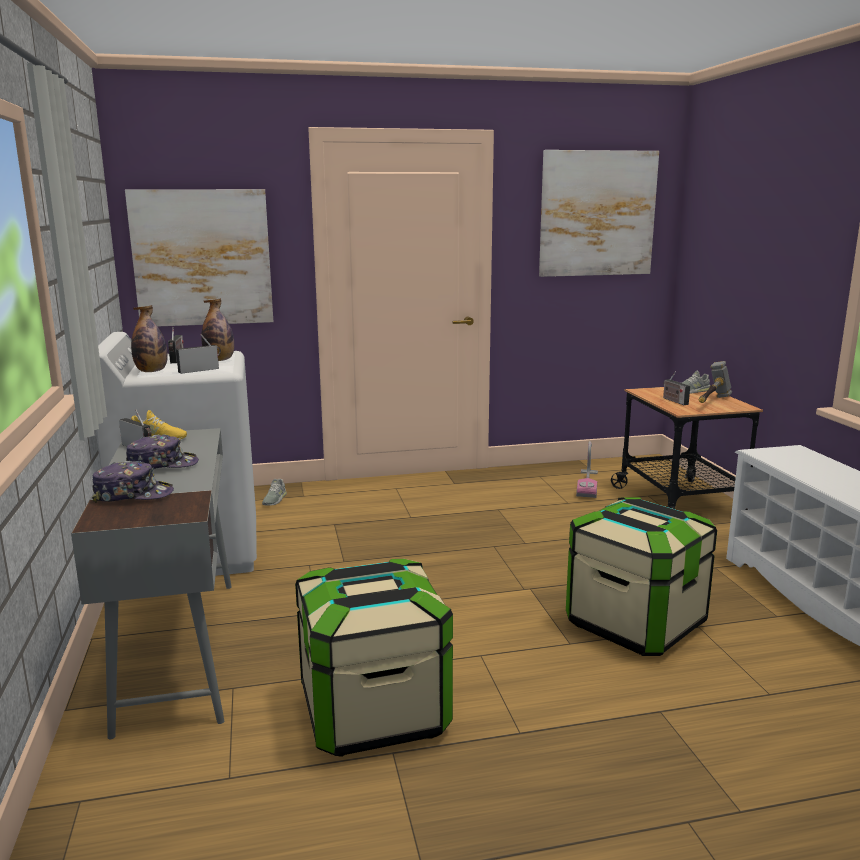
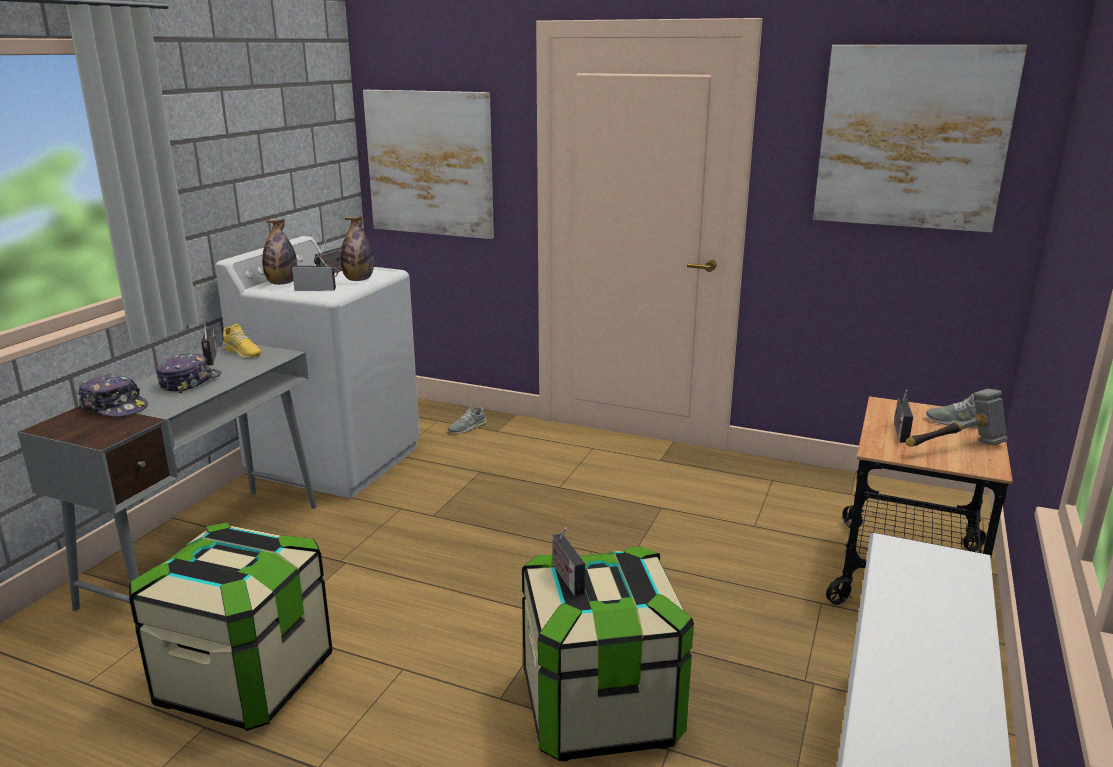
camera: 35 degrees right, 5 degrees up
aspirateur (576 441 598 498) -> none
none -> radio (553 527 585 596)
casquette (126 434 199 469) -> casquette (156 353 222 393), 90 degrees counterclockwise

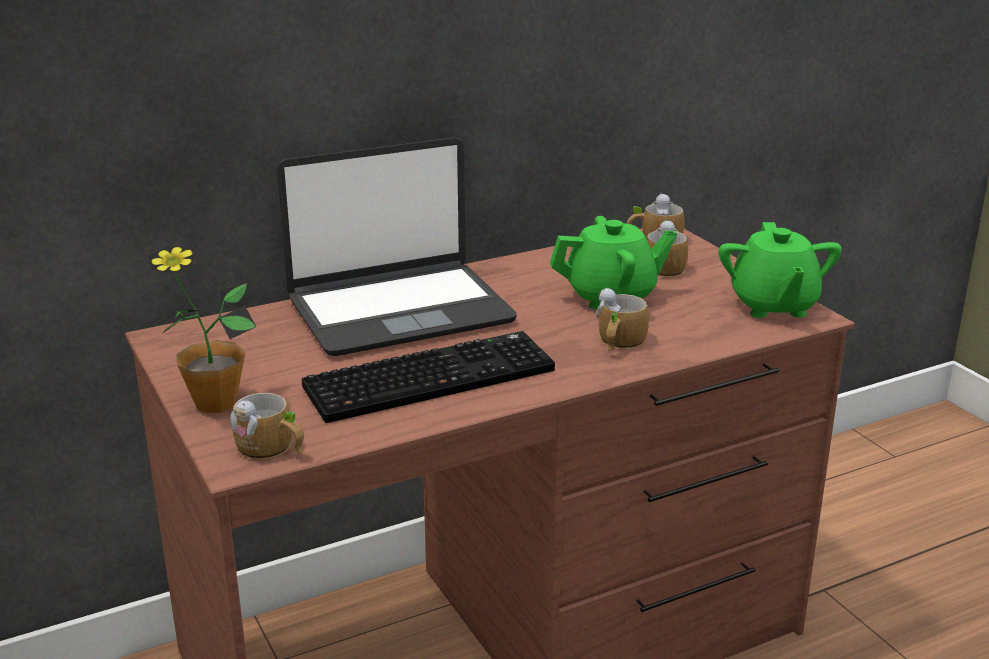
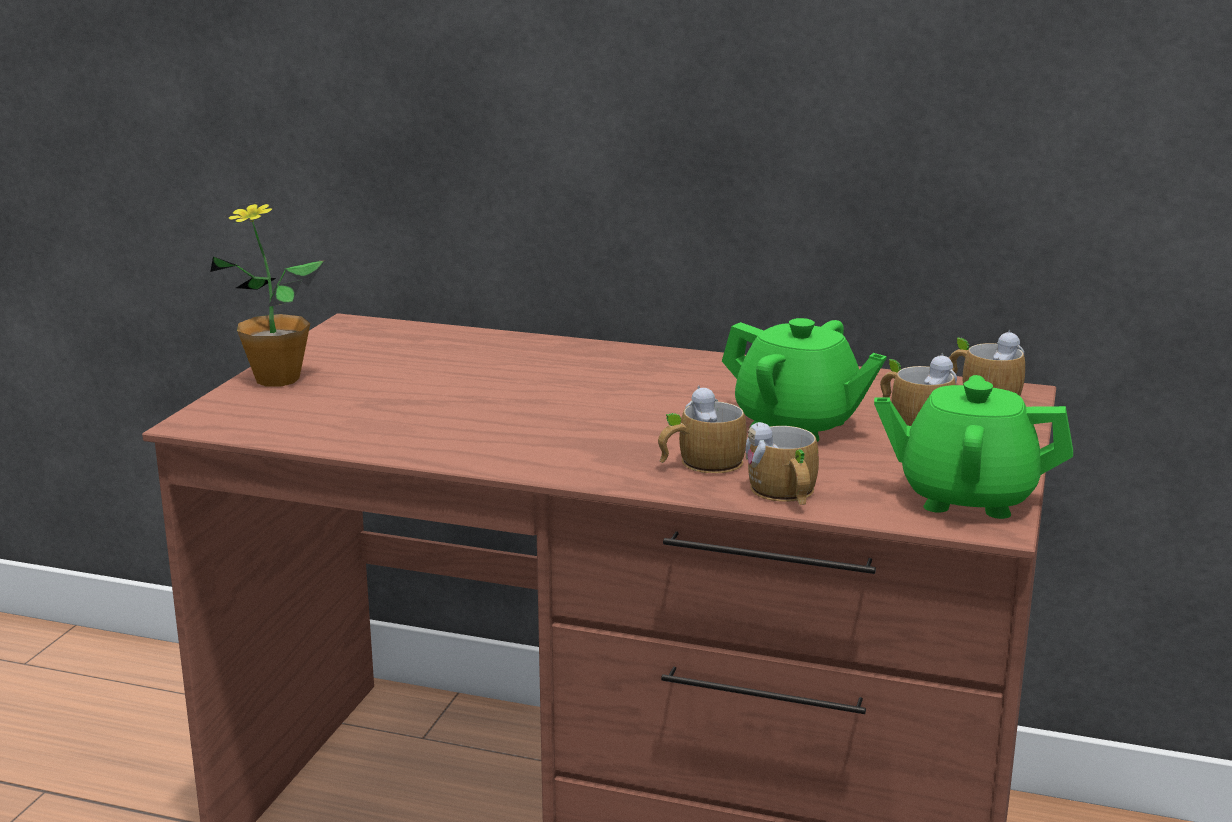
camera: 45 degrees right, 5 degrees down
ordinateur portable (277 137 517 356) -> none
clavier (302 331 555 423) -> none
mug (230 393 304 460) -> mug (745 422 819 505), shifted
théière (vert) (719 222 842 318) -> théière (vert) (874 375 1073 519), 60 degrees clockwise

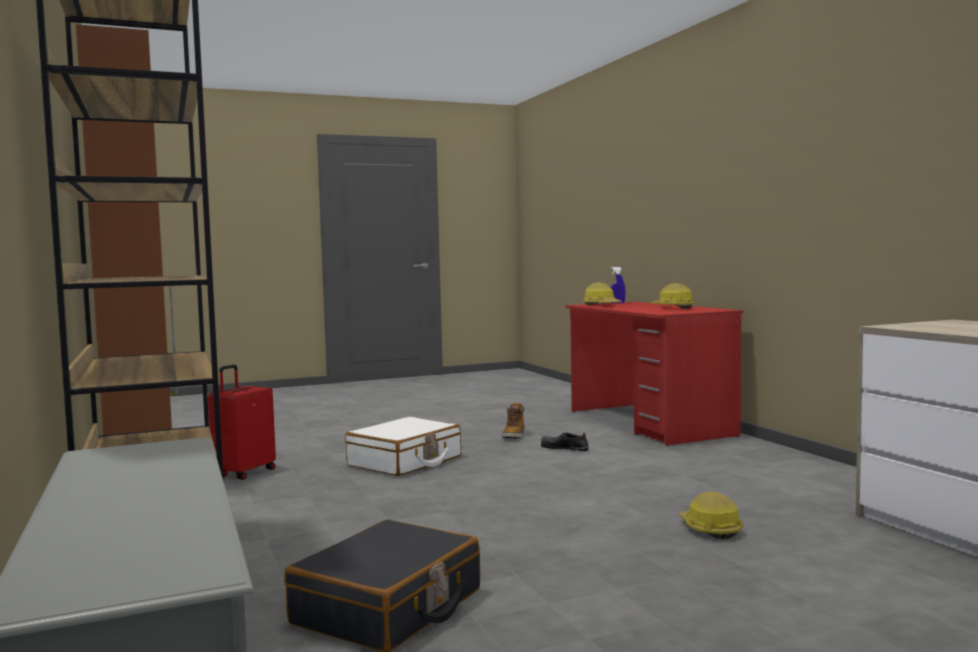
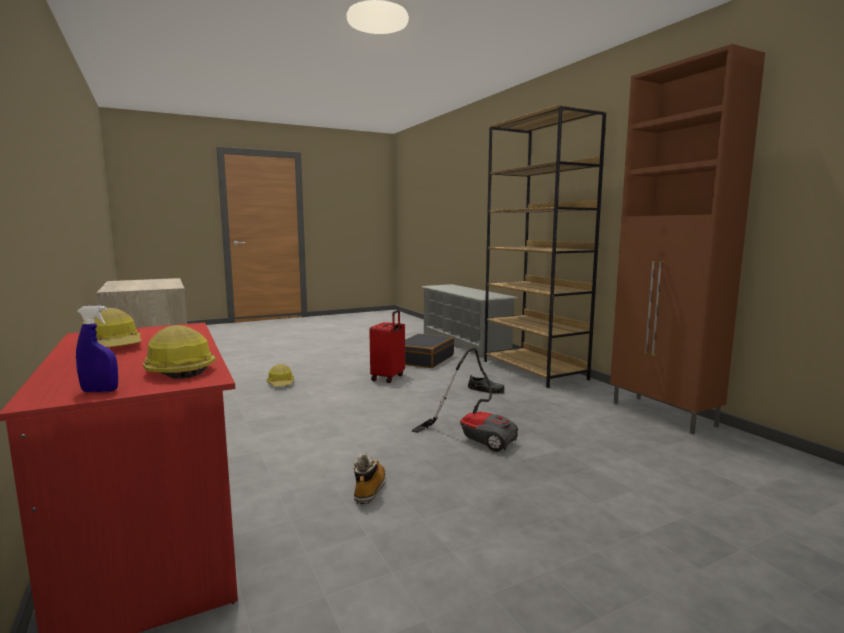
camera: 175 degrees right, 5 degrees up
valise (rouge) (208 364 276 480) -> valise (rouge) (369 310 405 383), shifted
chaussure (noir) (541 432 589 451) -> chaussure (noir) (468 375 504 394), shifted
valise (blanc) (345 417 461 476) -> aspirateur (412 348 518 452)

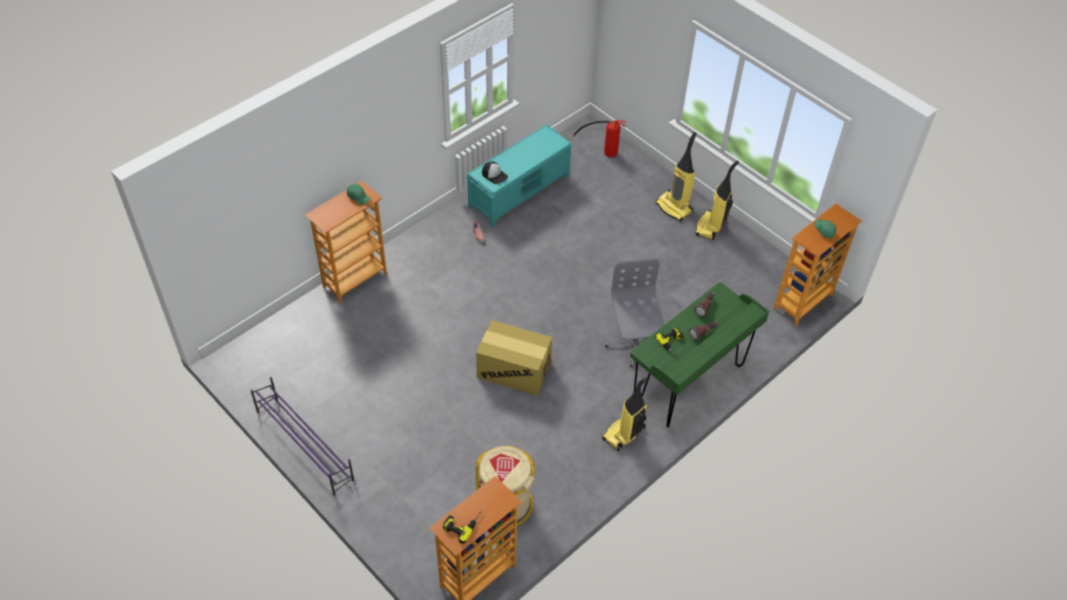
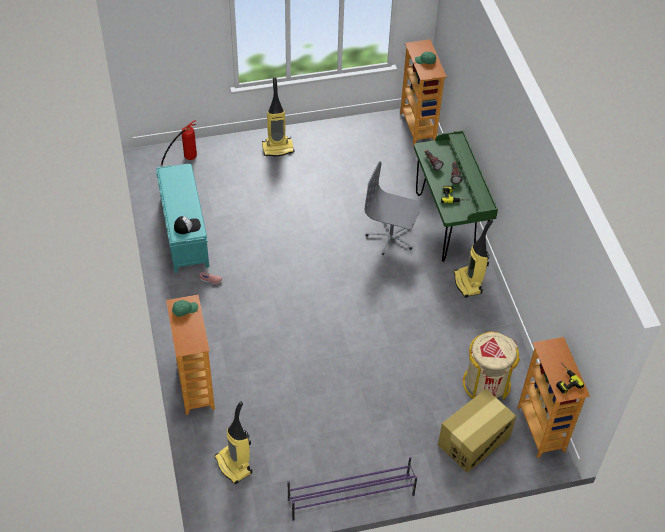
camera: 60 degrees left, 0 degrees up
carton (476 320 552 396) -> carton (438 389 516 473), shifted
aspirateur (695 161 739 240) -> aspirateur (215 401 252 484), shifted

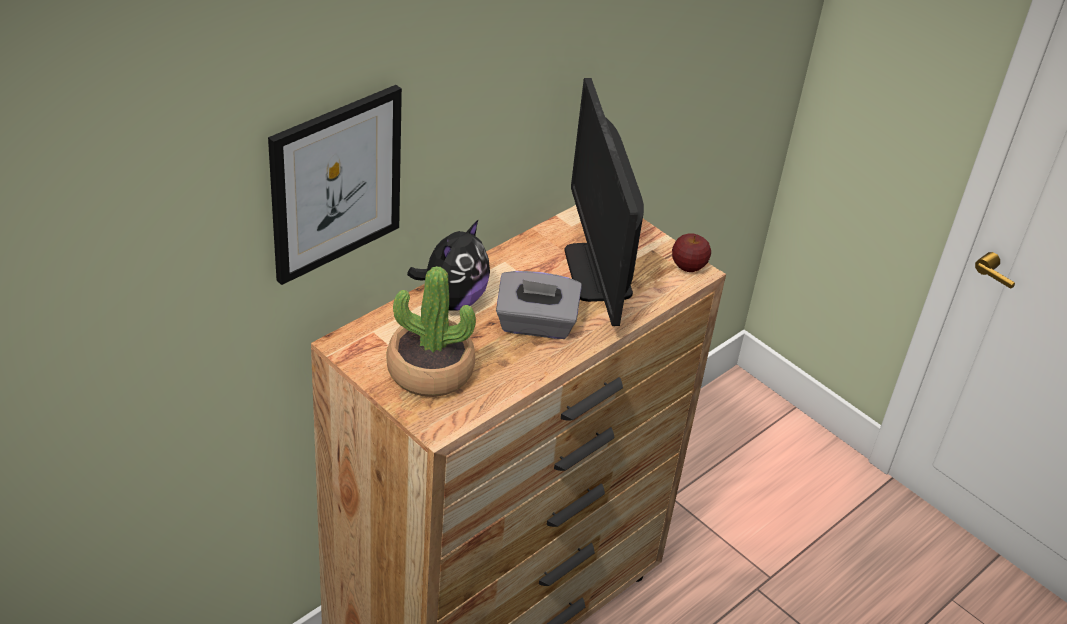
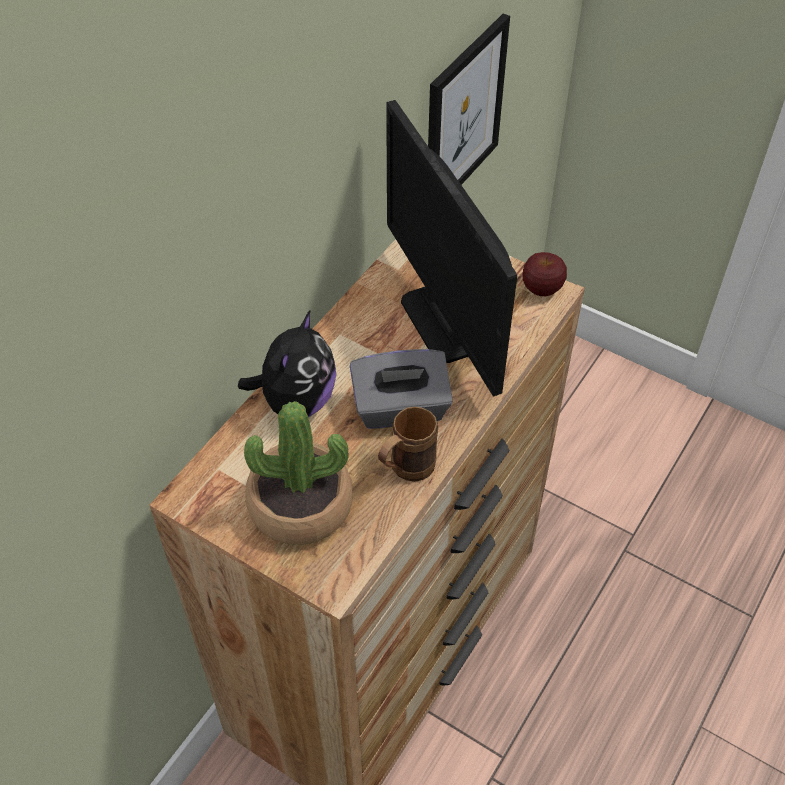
camera: 10 degrees left, 10 degrees up
none -> mug (marron) (378 407 438 482)
tableau (268 85 402 285) -> tableau (428 14 510 185), shifted

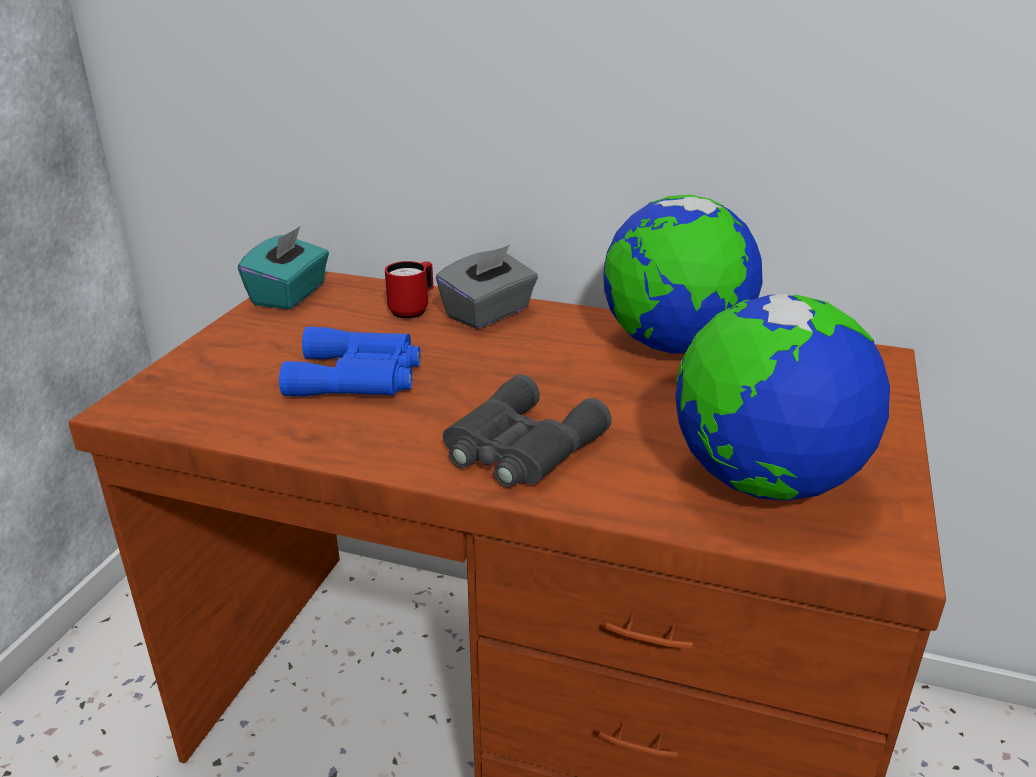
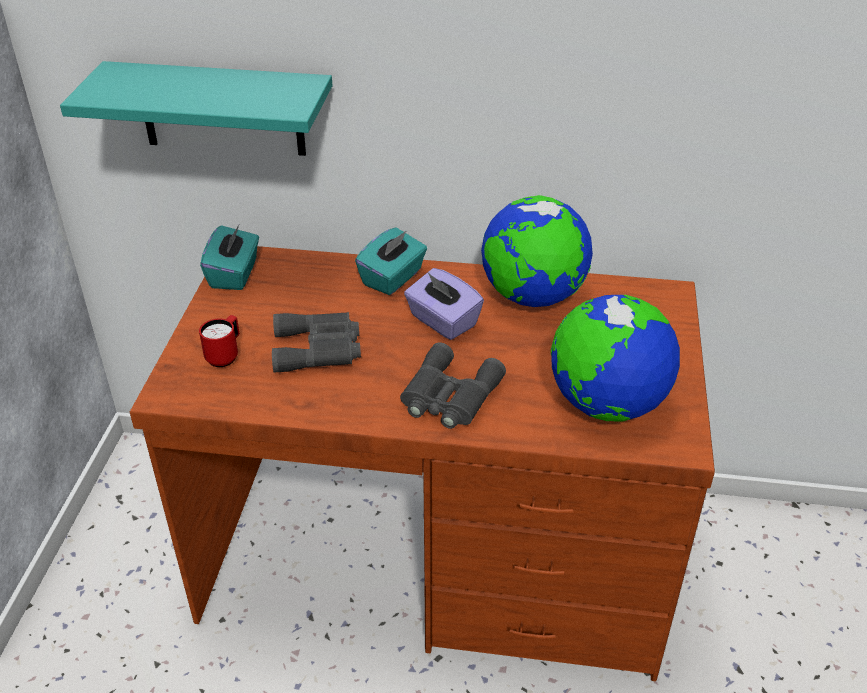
camera: 10 degrees left, 10 degrees up
none -> étagère (turquoise) (60 61 332 156)
none -> boîte à mouchoirs (violet) (404 268 484 340)
mug (rouge) (385 261 433 319) -> mug (rouge) (199 315 240 367), shifted
jumelles (bleu) (279 327 421 397) -> jumelles (gris) (272 312 361 373)
boîte à mouchoirs (gris) (436 245 538 329) -> boîte à mouchoirs (turquoise) (355 227 427 295)

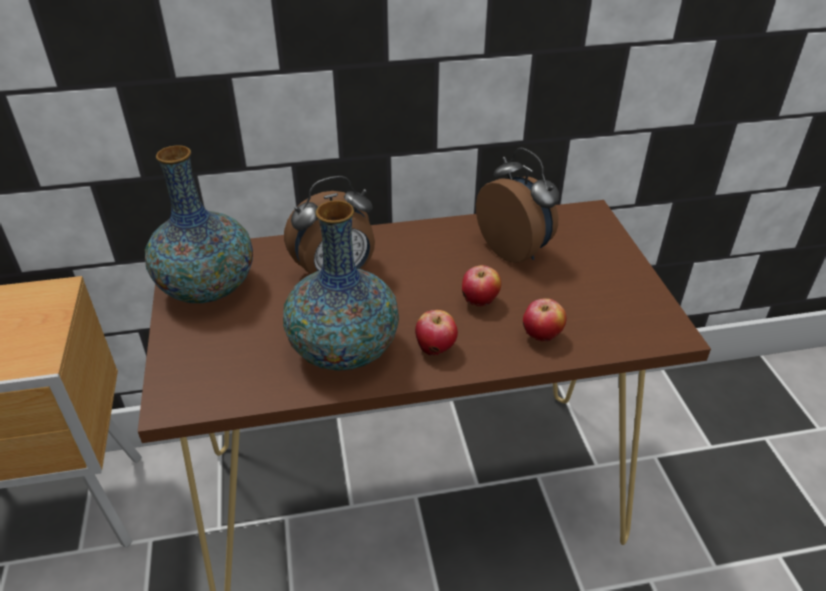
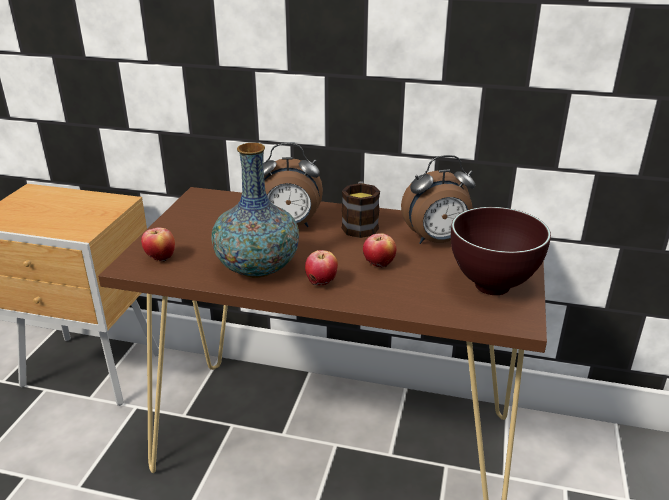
camera: 25 degrees right, 10 degrees down
vase (145 145 253 303) -> none
none -> mug (341 181 380 238)
none -> bol (marron) (451 207 551 295)
pomme (523 299 566 342) -> pomme (141 228 175 262), shifted
réveil (476 147 559 263) -> réveil (401 155 475 244), 90 degrees clockwise

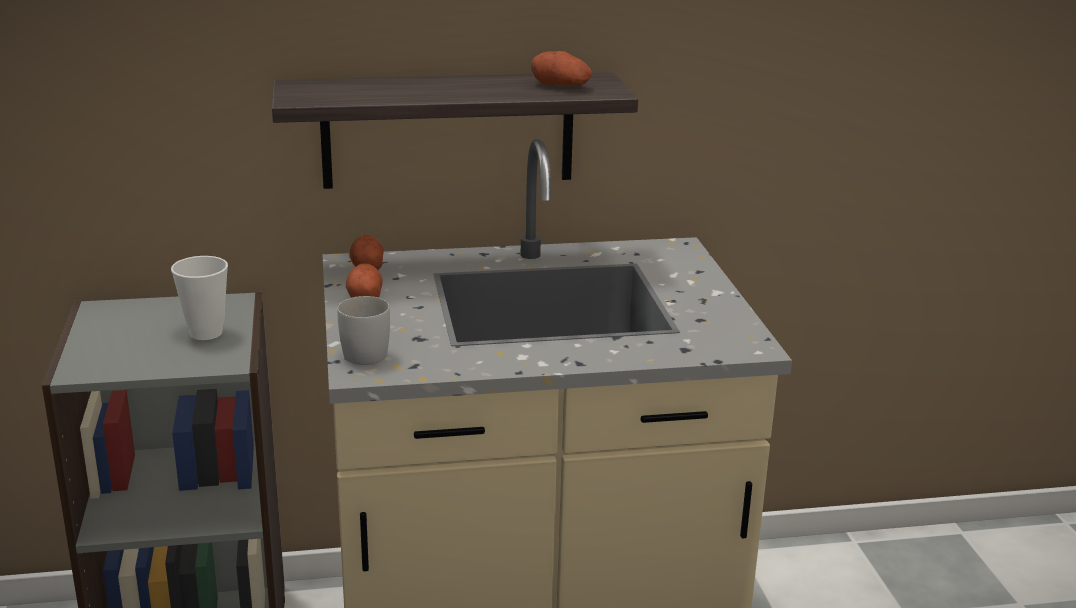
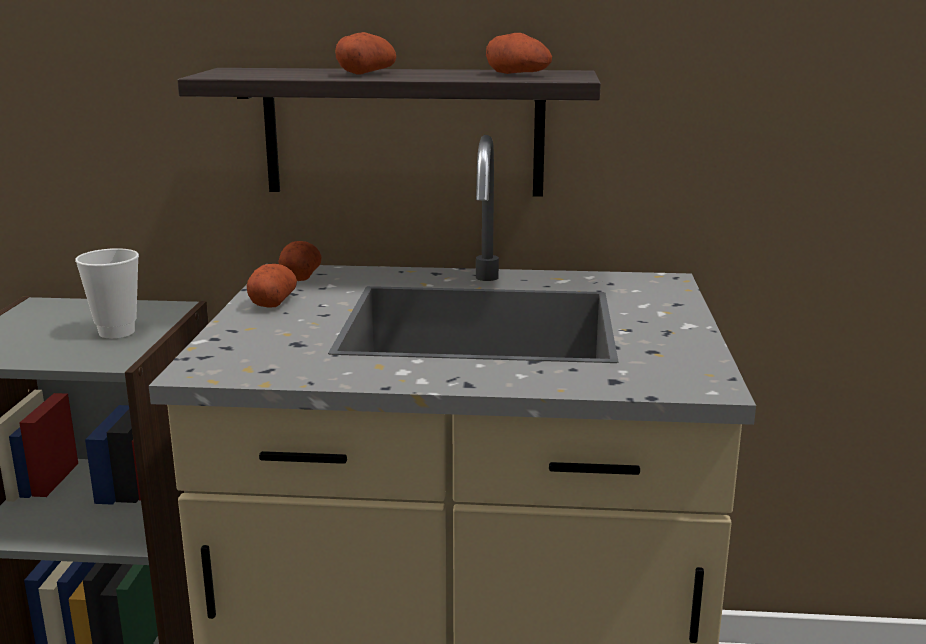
camera: 15 degrees right, 5 degrees down
mug (blanc) (337 296 390 365) -> none
none -> pomme de terre (335 32 397 75)

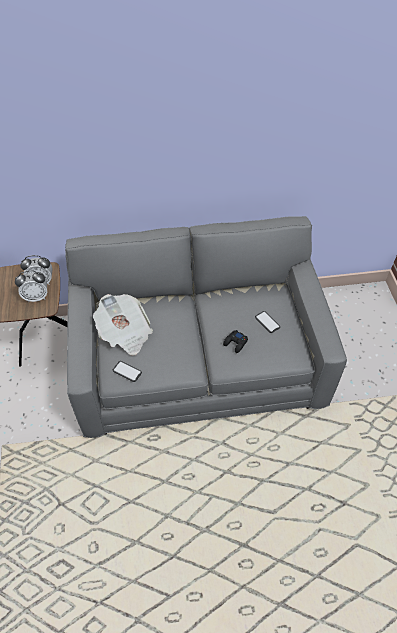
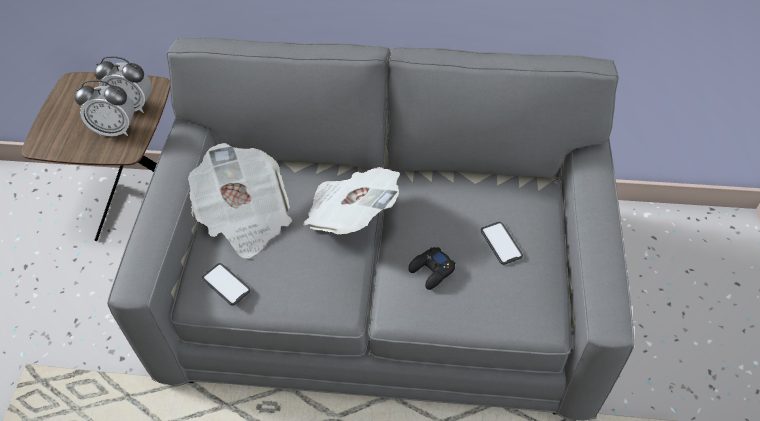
camera: 15 degrees right, 0 degrees up
none -> journal (303 167 400 235)

